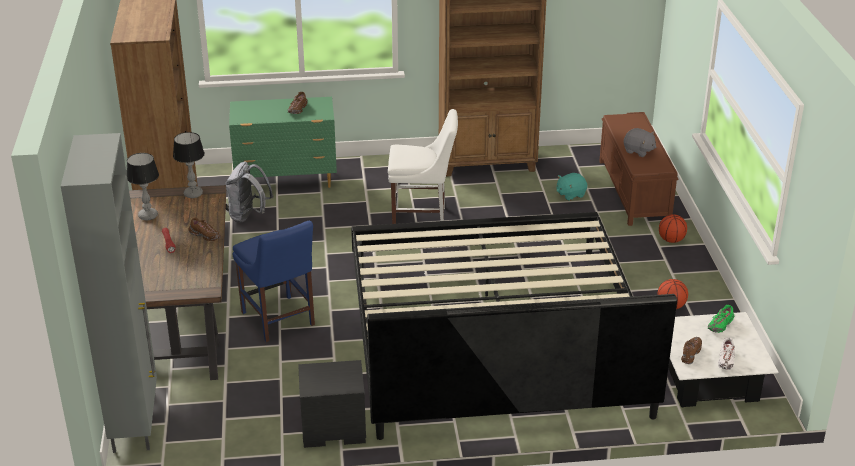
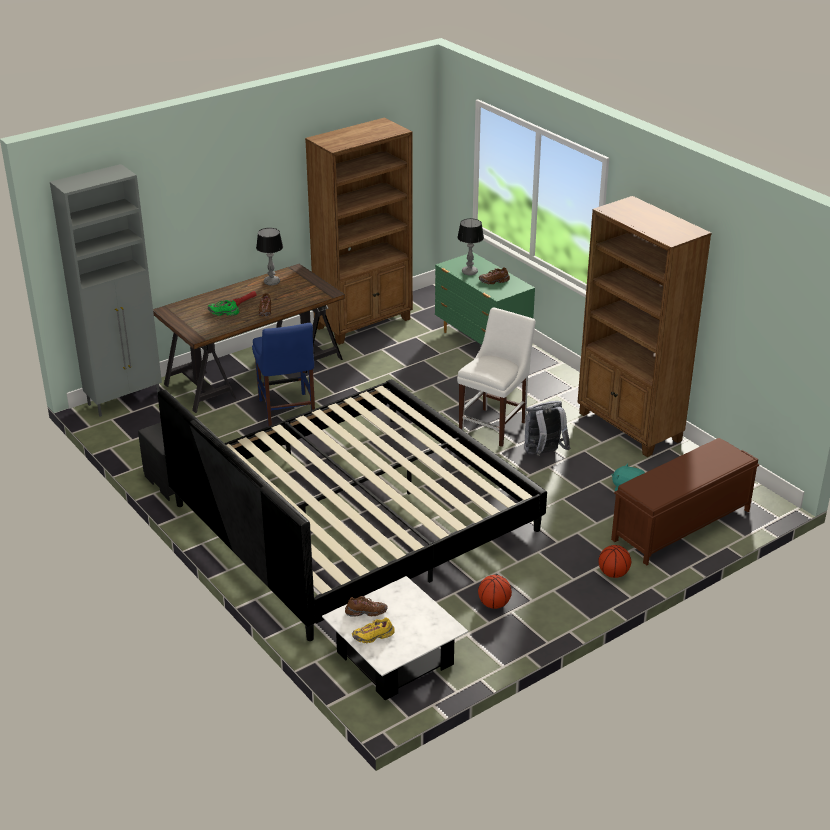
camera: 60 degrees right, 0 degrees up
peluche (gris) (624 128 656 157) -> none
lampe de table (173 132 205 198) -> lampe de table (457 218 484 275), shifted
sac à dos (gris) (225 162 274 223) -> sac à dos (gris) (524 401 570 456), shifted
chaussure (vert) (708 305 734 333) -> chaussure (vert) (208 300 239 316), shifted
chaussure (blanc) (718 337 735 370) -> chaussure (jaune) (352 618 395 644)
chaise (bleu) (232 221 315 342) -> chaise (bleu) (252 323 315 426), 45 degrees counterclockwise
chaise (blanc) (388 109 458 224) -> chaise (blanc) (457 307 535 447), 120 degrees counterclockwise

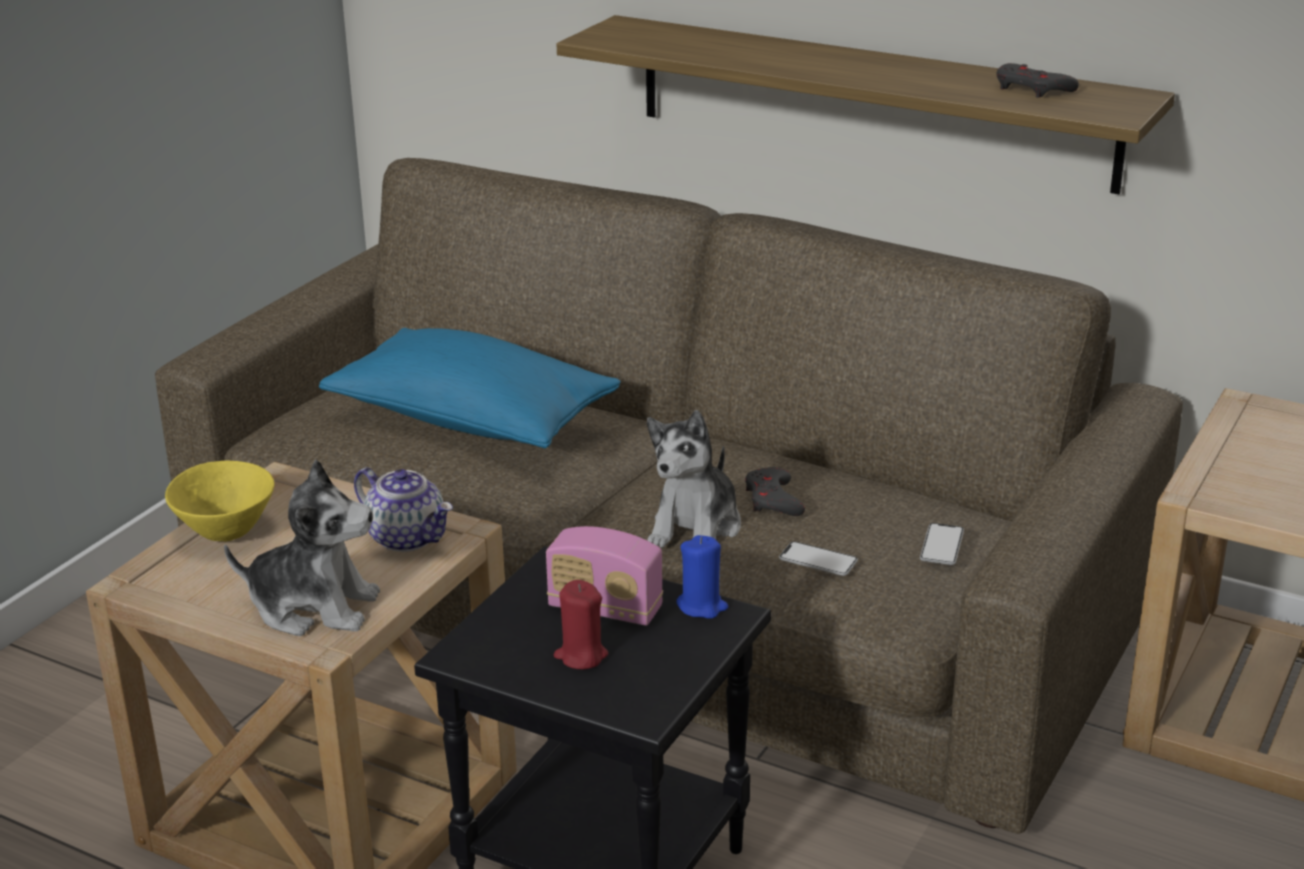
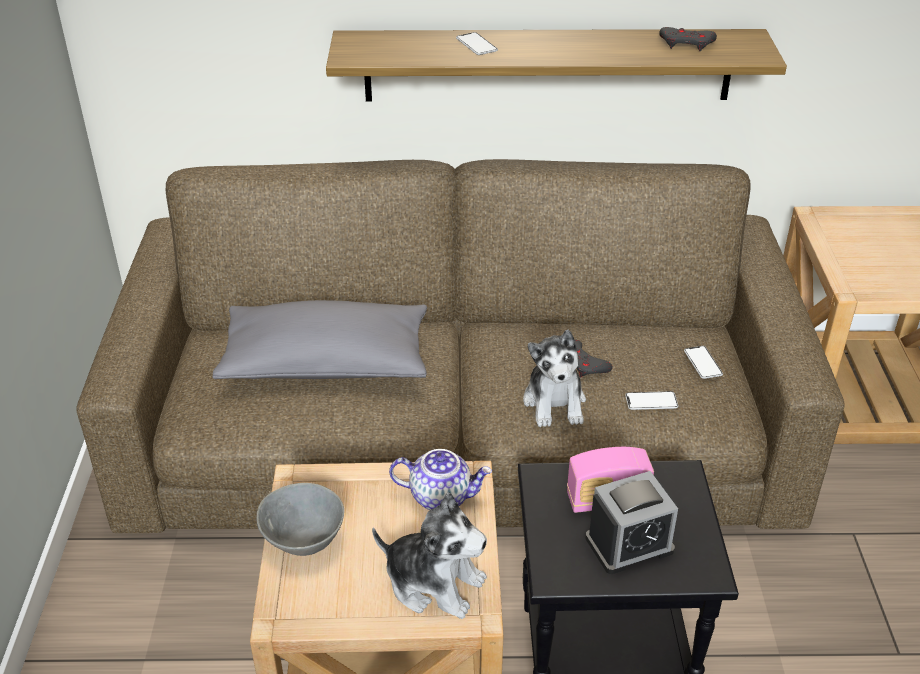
camera: 30 degrees left, 10 degrees up
bougie (bleu) (676 535 728 619) -> none
none -> téléphone (456 32 498 55)
bougie (rouge) (554 580 608 669) -> réveil (586 471 678 574)
bol (jaune) (165 461 275 541) -> bol (gris) (256 483 344 556)
coussin (bleu) (319 328 621 449) -> coussin (gris) (212 300 427 379)
peluche (224 459 380 636) -> peluche (372 492 487 619), 45 degrees clockwise

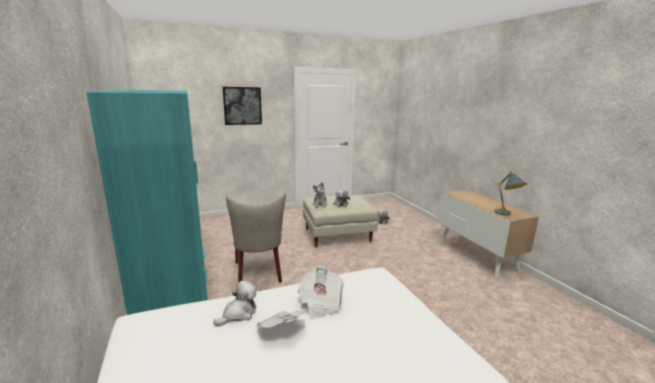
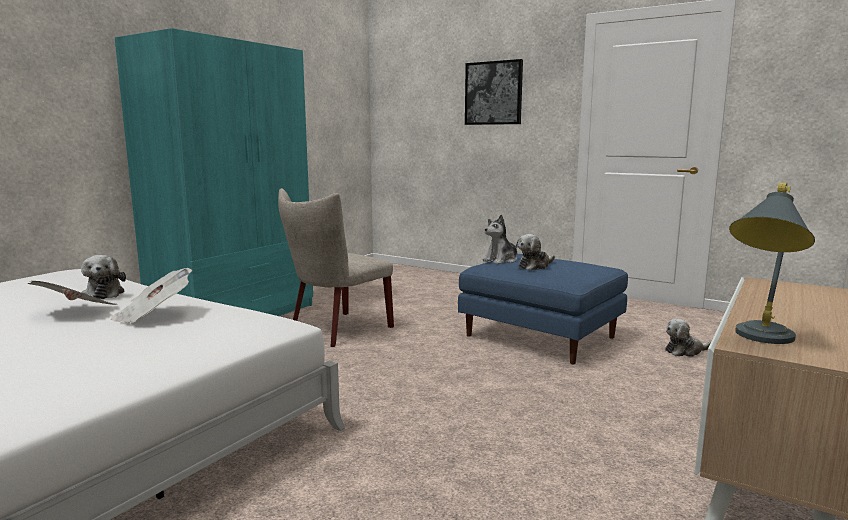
camera: 55 degrees right, 5 degrees down
pouf (beige) (303 195 378 247) -> pouf (bleu) (458 254 628 364)
peluche (213 281 256 326) -> peluche (81 255 126 299), 60 degrees clockwise

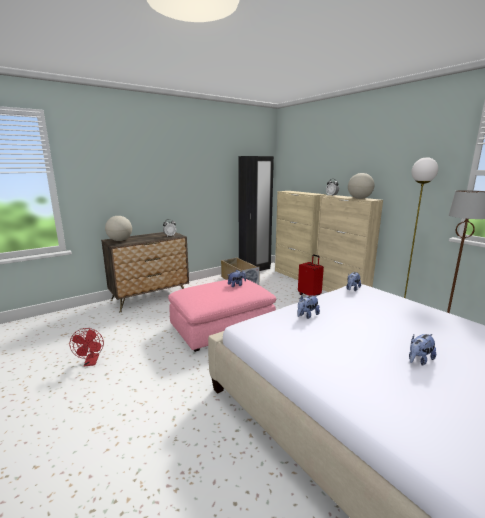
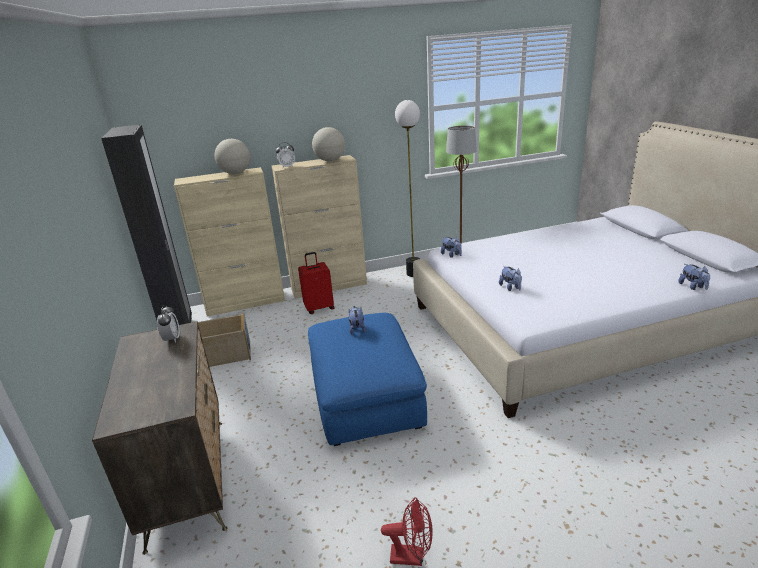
camera: 70 degrees left, 10 degrees up
globe (105 216 132 241) -> globe (214 139 250 174), shifted
peluche (409 334 436 365) -> peluche (678 264 710 290), shifted
pouf (rose) (168 278 276 352) -> pouf (bleu) (308 313 427 446)

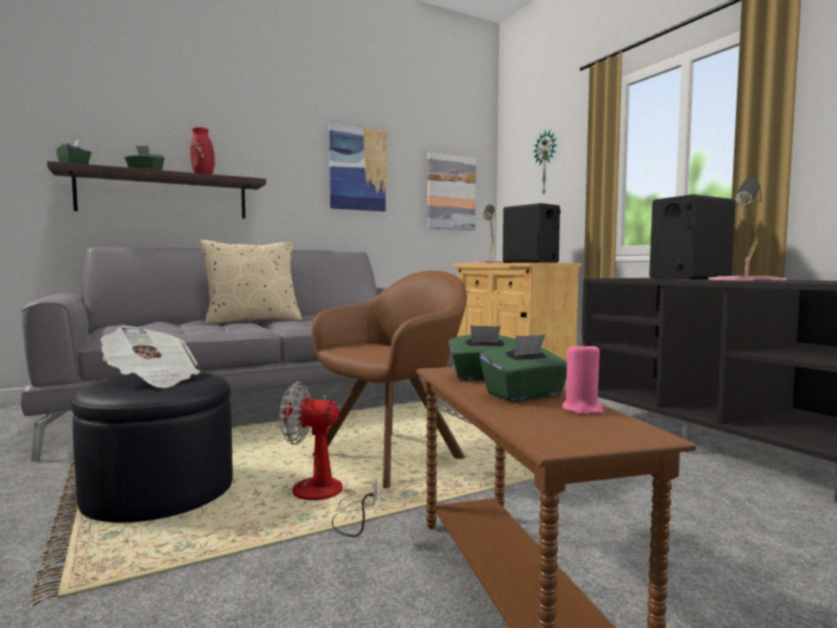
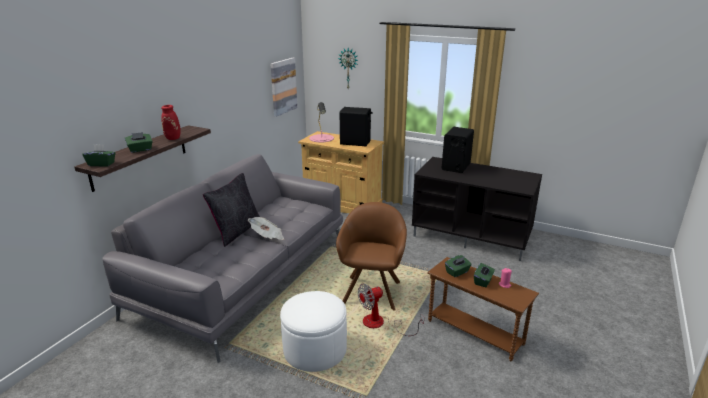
camera: 35 degrees left, 20 degrees up
tableau (329 123 387 212) -> none
lampe de table (rose) (709 178 787 281) -> none
journal (100 326 200 388) -> journal (248 217 284 240), shifted
pouf (noir) (71 373 233 523) -> pouf (blanc) (280 291 347 372)
coussin (beige) (199 240 302 324) -> coussin (noir) (203 173 260 247)

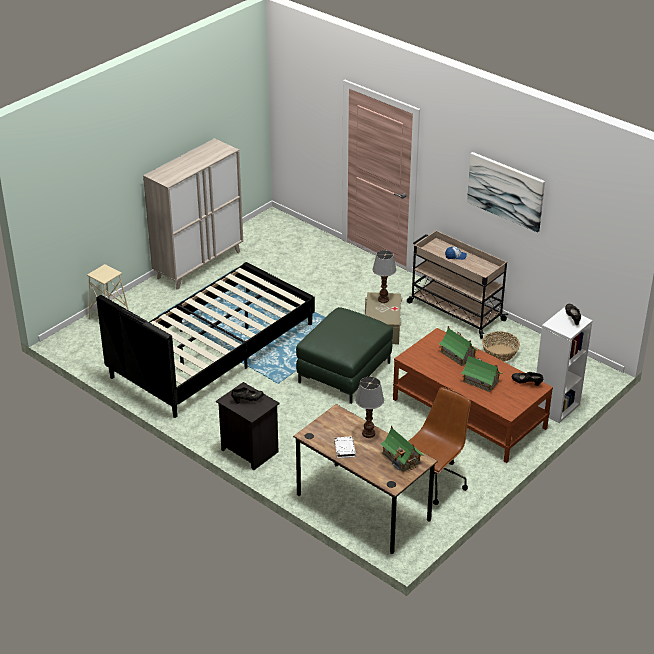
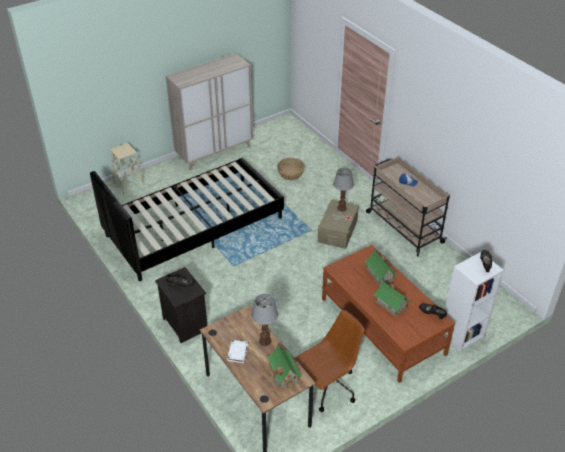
camera: 15 degrees right, 5 degrees up
pouf (vert) (296 307 393 404) -> none
tableau (467 152 545 233) -> none
panier (482 331 520 362) -> panier (277 158 305 180), shifted

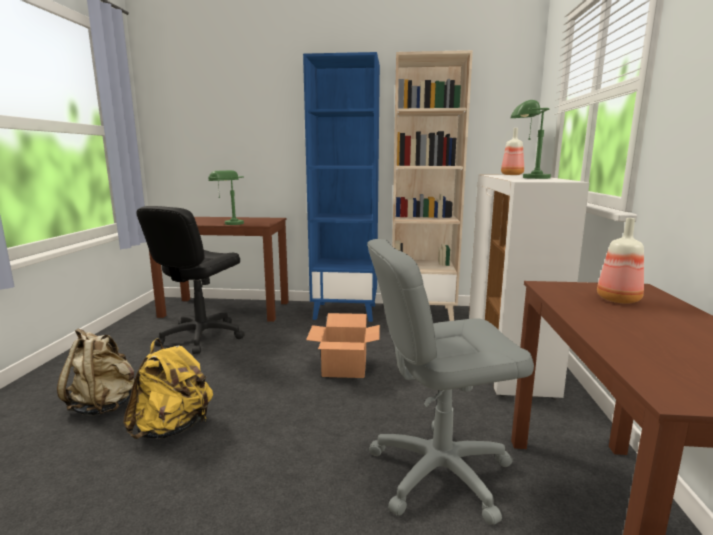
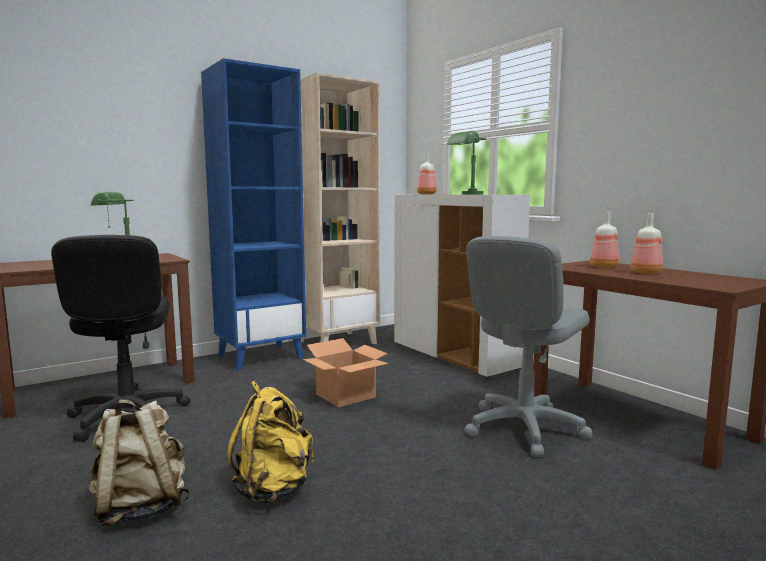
camera: 40 degrees left, 5 degrees down
none -> bouteille (631 213 663 274)

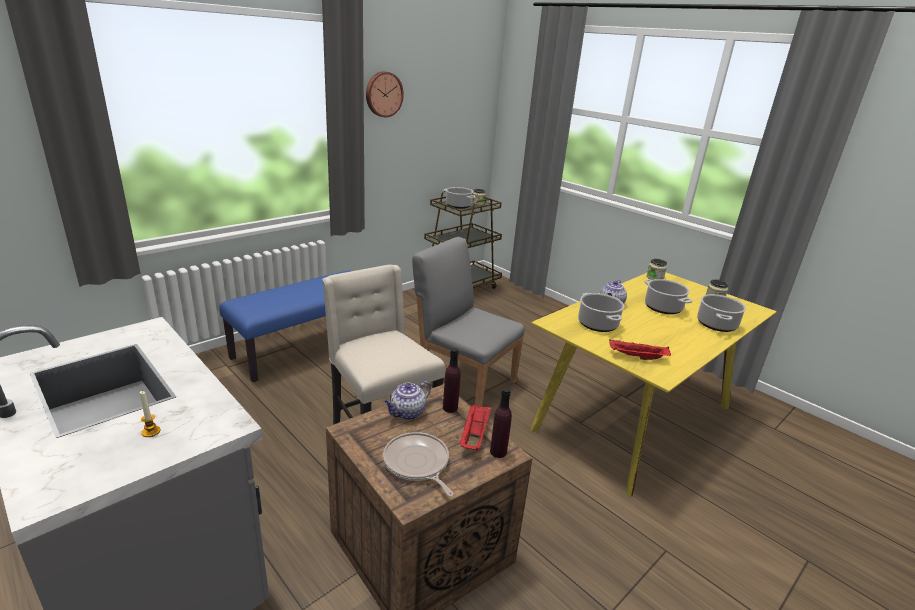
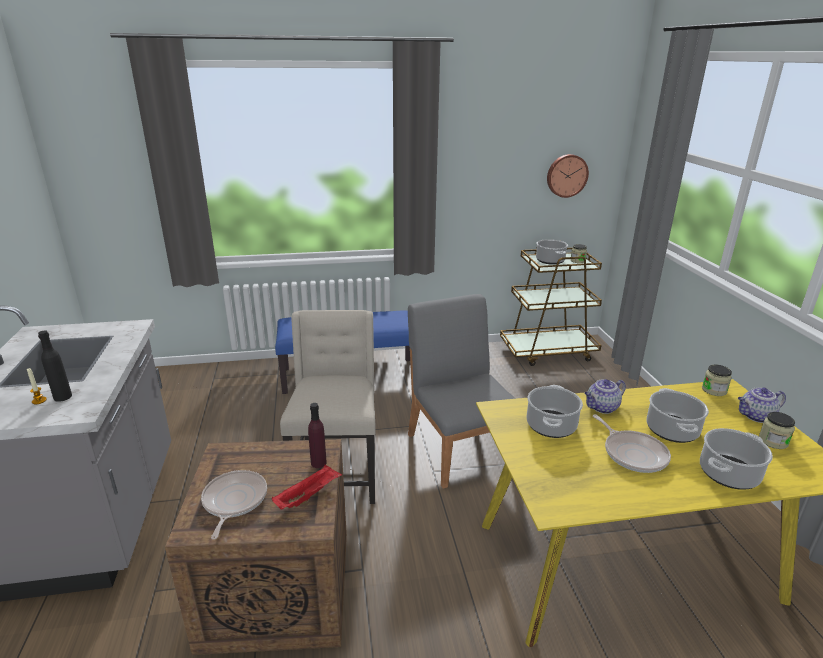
camera: 35 degrees right, 0 degrees up
bouteille (violet) (490 387 512 458) -> none
plateau (rouge) (609 340 671 360) -> none
none -> bouteille (noir) (38 330 72 402)
none -> poêle (593 415 671 473)
horloge murale (366 71 404 117) -> horloge murale (547 154 589 198), shifted
théière (384 381 431 420) -> théière (738 387 786 423), shifted

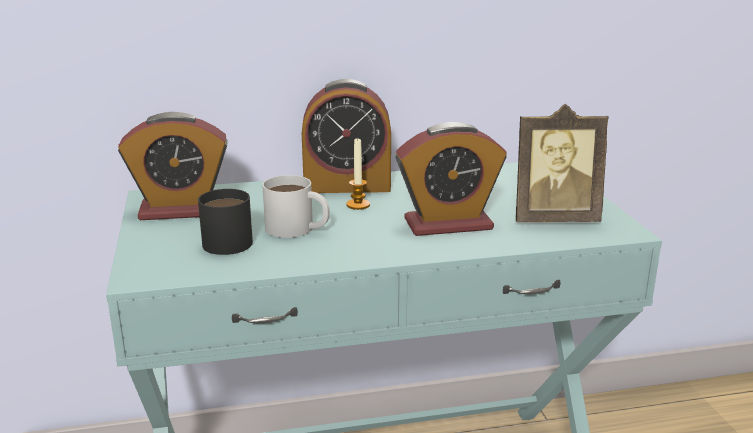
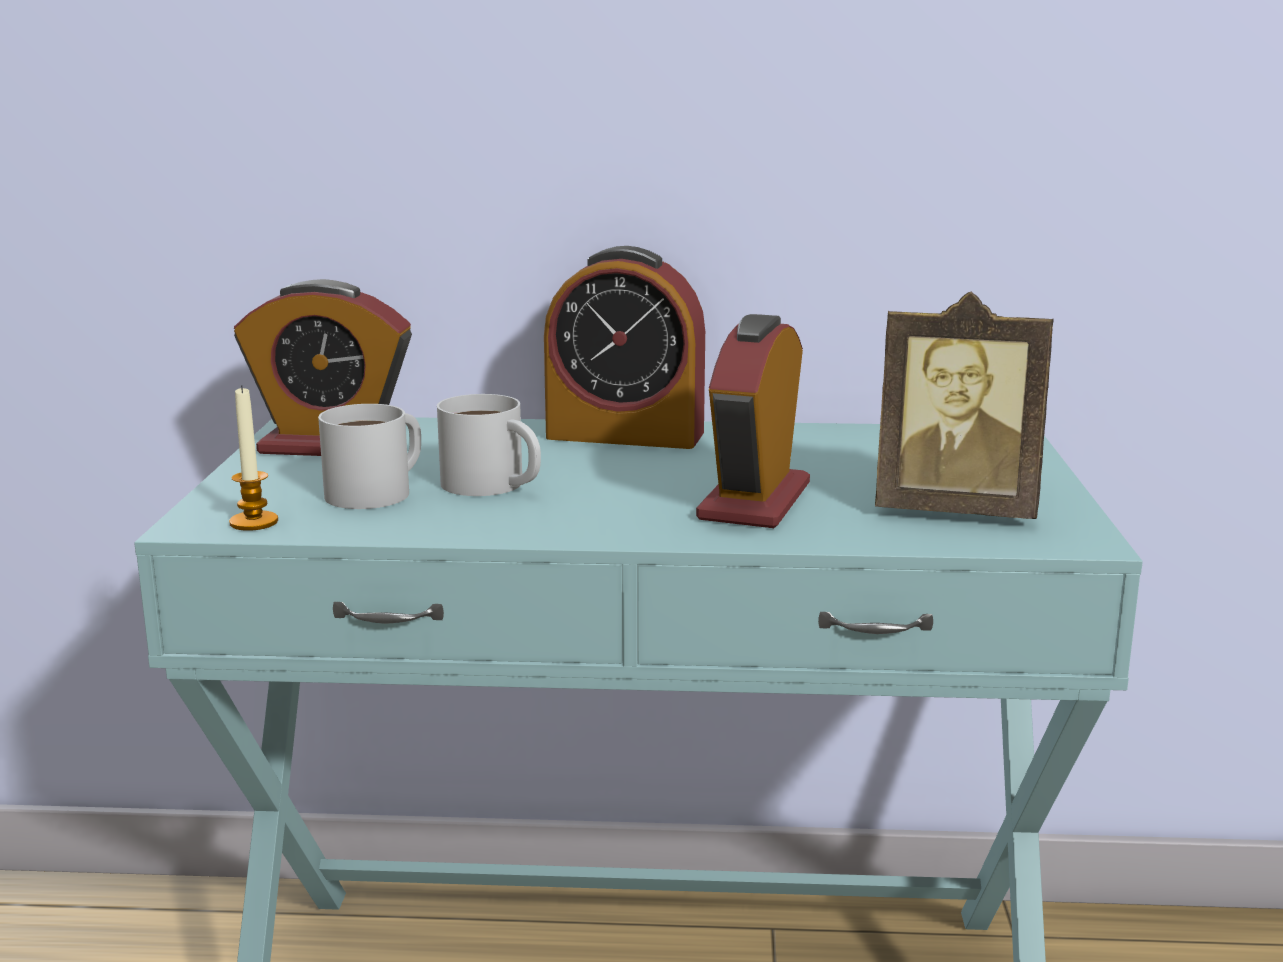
camera: 15 degrees right, 5 degrees down
bougie (346 137 370 210) -> bougie (229 385 278 531), shifted
mug (noir) (198 189 253 255) -> mug (blanc) (318 404 421 509)
réveil (395 122 507 236) -> réveil (696 314 810 528), 105 degrees clockwise

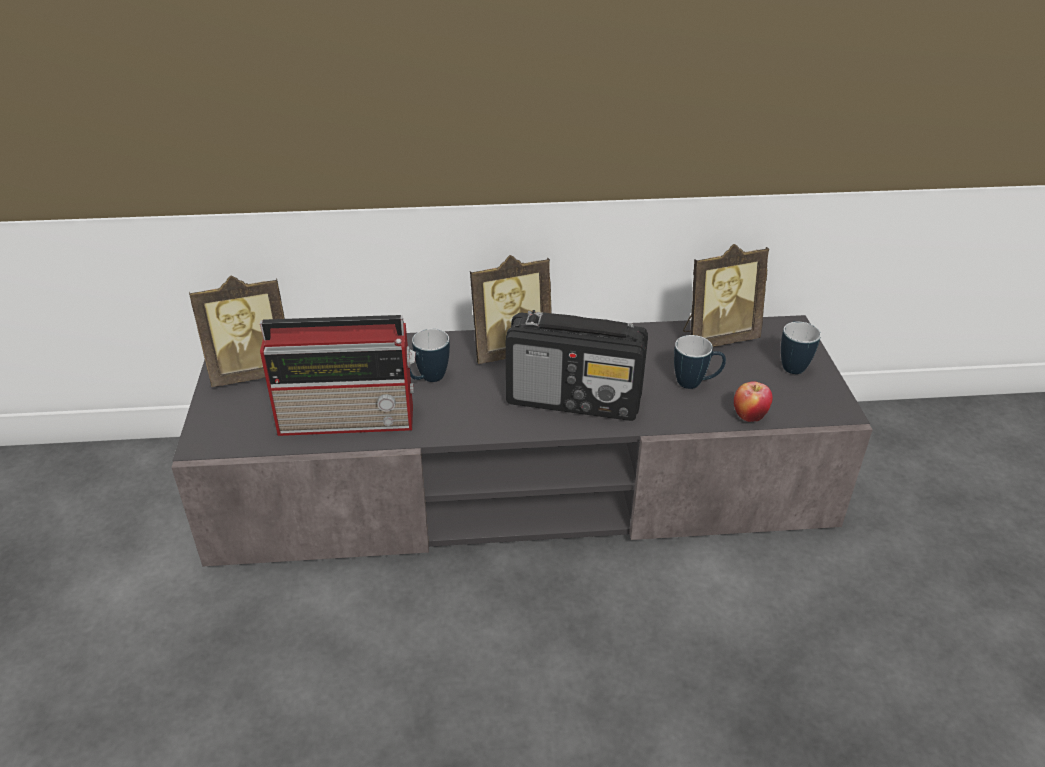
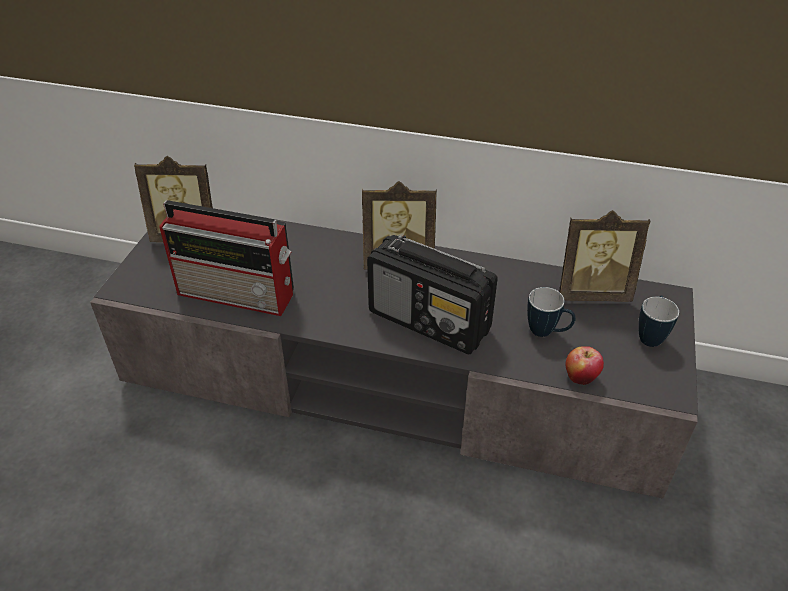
camera: 20 degrees right, 5 degrees up
mug (410 329 450 382) -> none

